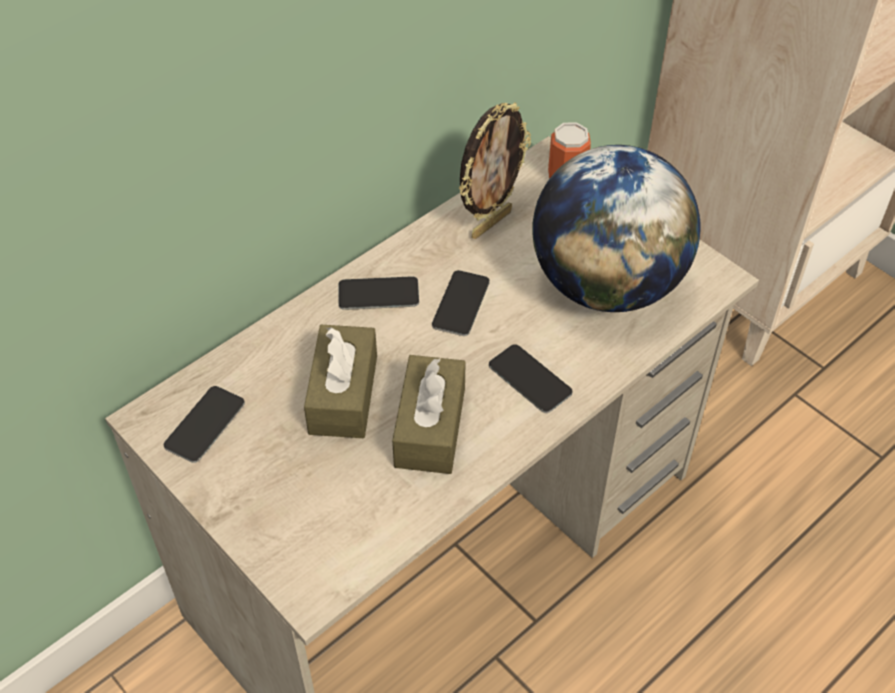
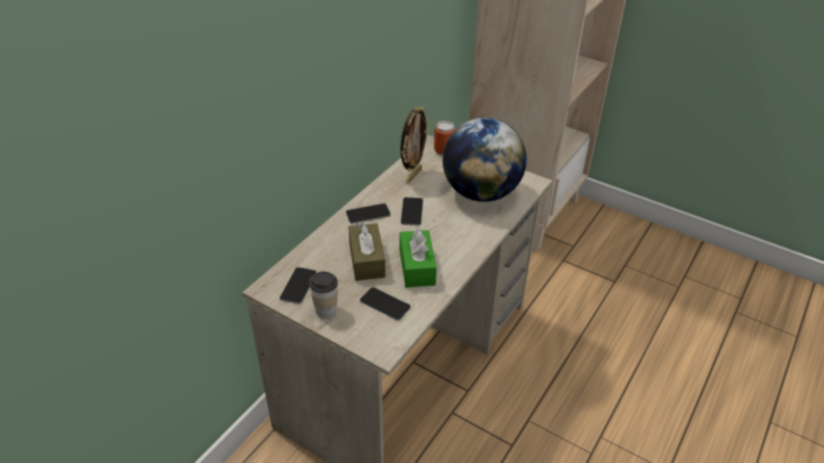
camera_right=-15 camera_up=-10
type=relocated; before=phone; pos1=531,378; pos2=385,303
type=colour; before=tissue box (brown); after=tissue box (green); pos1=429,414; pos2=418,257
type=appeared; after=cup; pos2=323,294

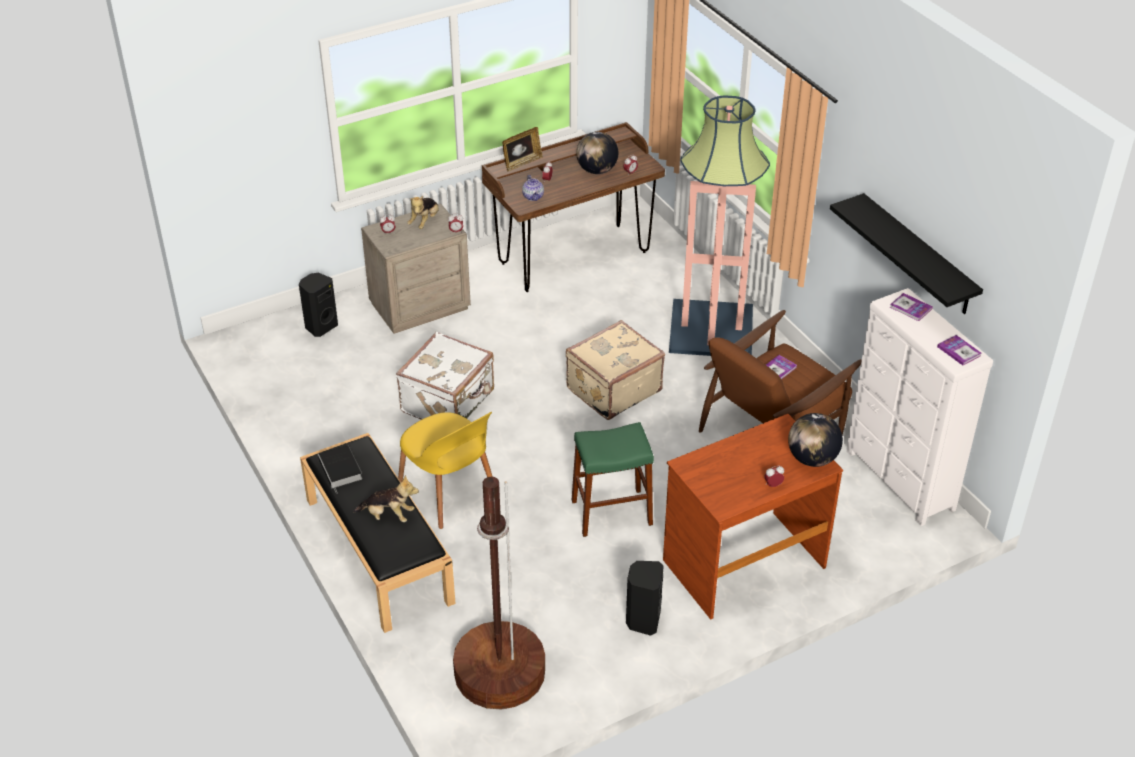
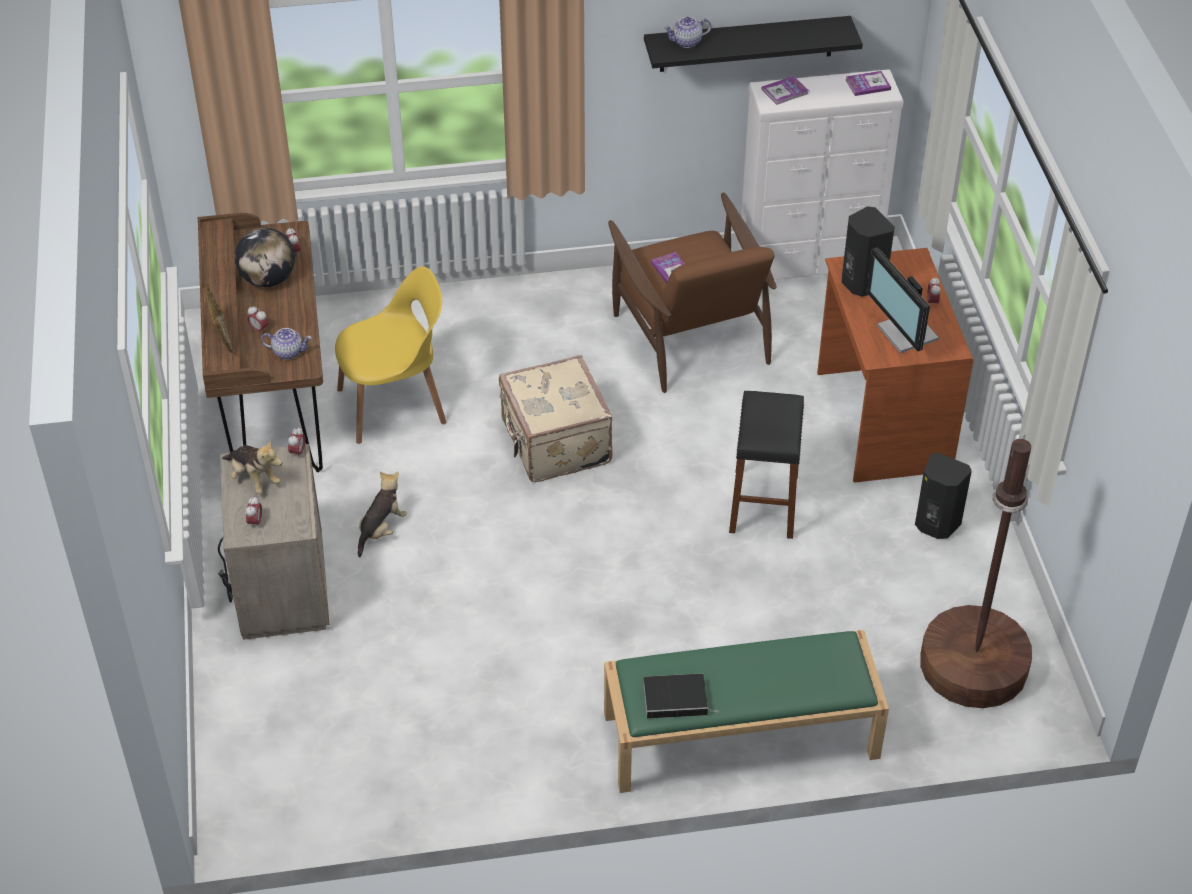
camera_right=-70 camera_up=5
type=missing; before=floor lamp; pos1=719,225
type=relocated; before=speaker (black); pos1=318,305; pos2=868,251
type=missing; before=suitcase (white); pos1=445,376
type=relocated; before=chair (yellow); pos1=445,470; pos2=390,355
type=missing; before=globe; pos1=815,440
type=colour; before=stool (green); after=stool (black); pos1=613,479; pos2=766,465
type=colour; before=bench (black); after=bench (green); pos1=377,533; pos2=746,711
type=relocated; before=plush toy; pos1=386,498; pos2=382,514
type=appeared; after=teapot; pos2=687,32
type=appeared; after=monitor; pos2=902,300

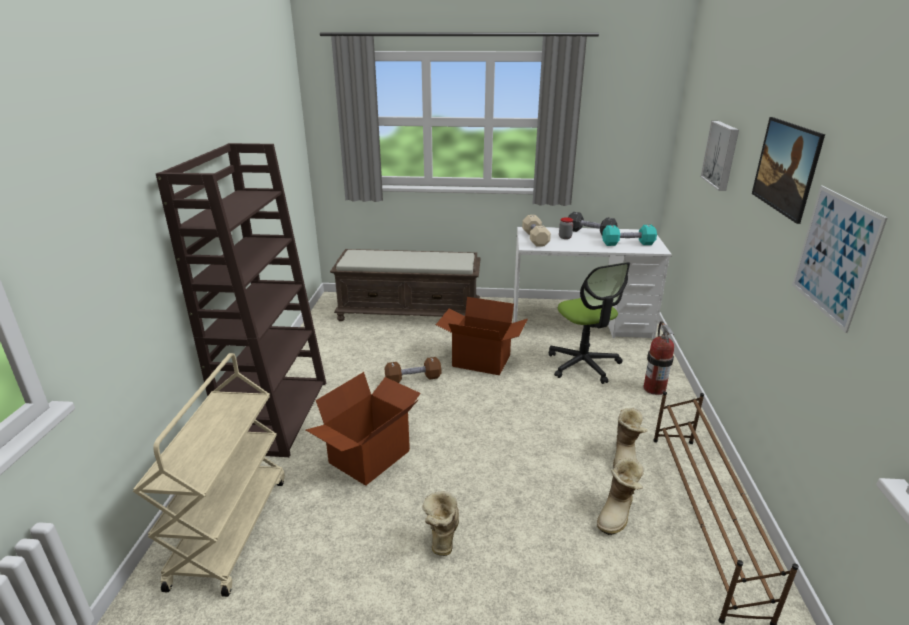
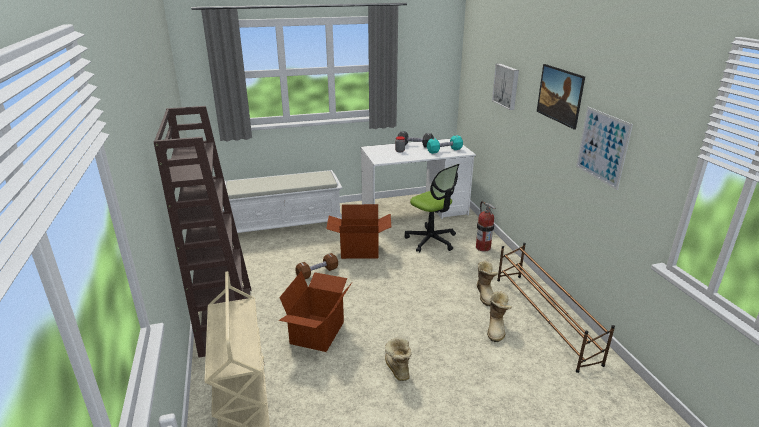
camera_right=-20 camera_up=0
type=missing; before=dumbbell (beige); pos1=536,231
type=colour; before=bench (brown); after=bench (white); pos1=405,285; pos2=283,201

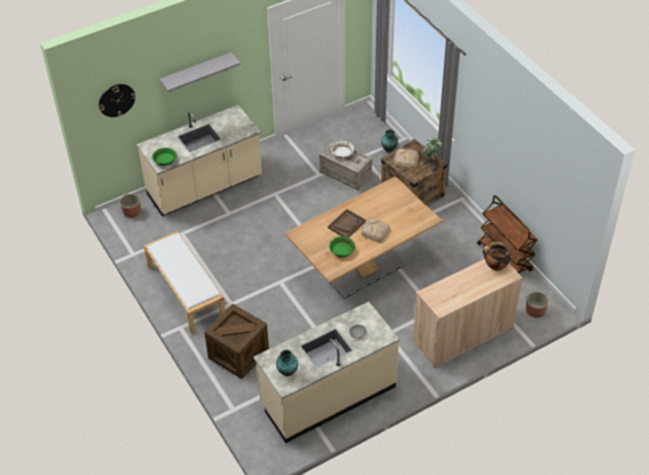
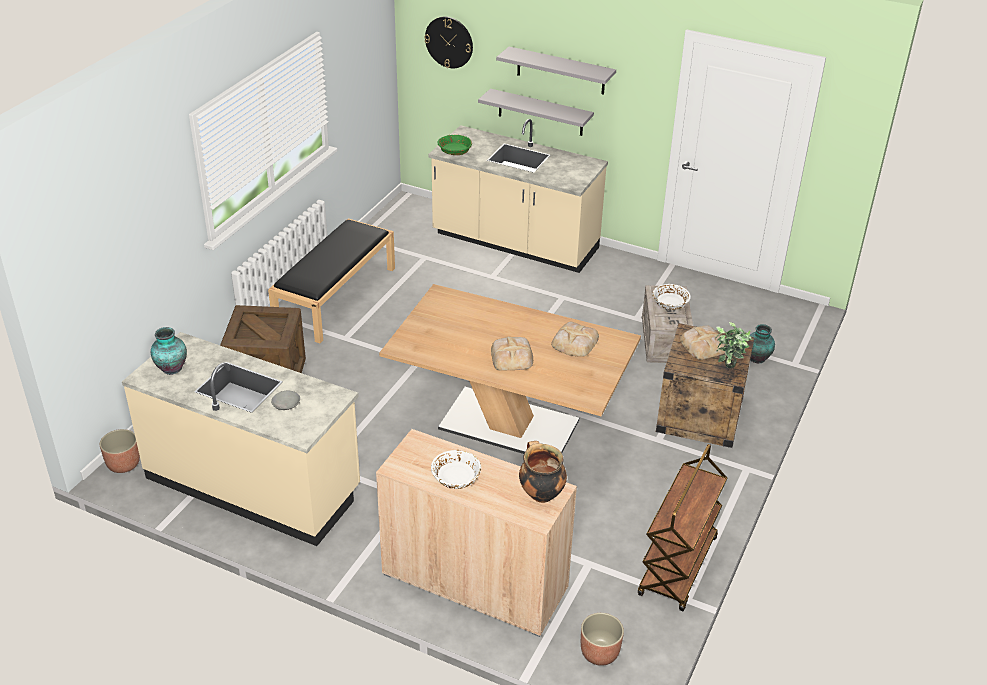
camera_right=55 camera_up=-10
type=relocated; before=planter; pos1=130,206; pos2=120,451
type=missing; before=tray (brown); pos1=347,223
type=colour; before=bench (white); after=bench (black); pos1=184,282; pos2=331,281
type=missing; before=bowl (green); pos1=342,246
type=appeared; after=shelf (grey); pos2=536,112
type=appeared; after=bread; pos2=575,339
type=appeared; after=bowl (white); pos2=456,469

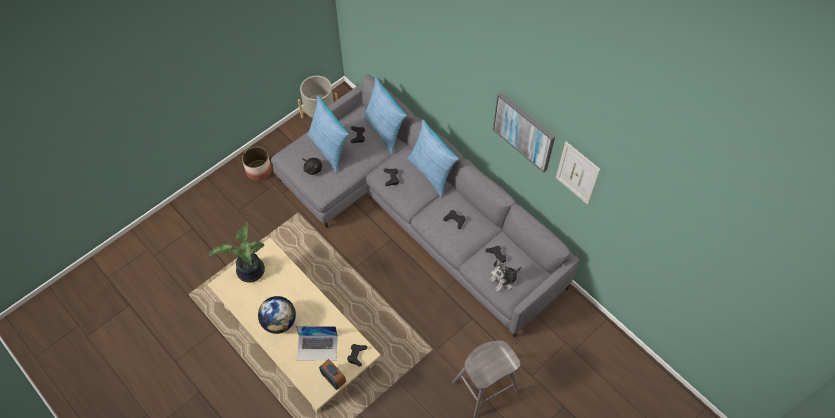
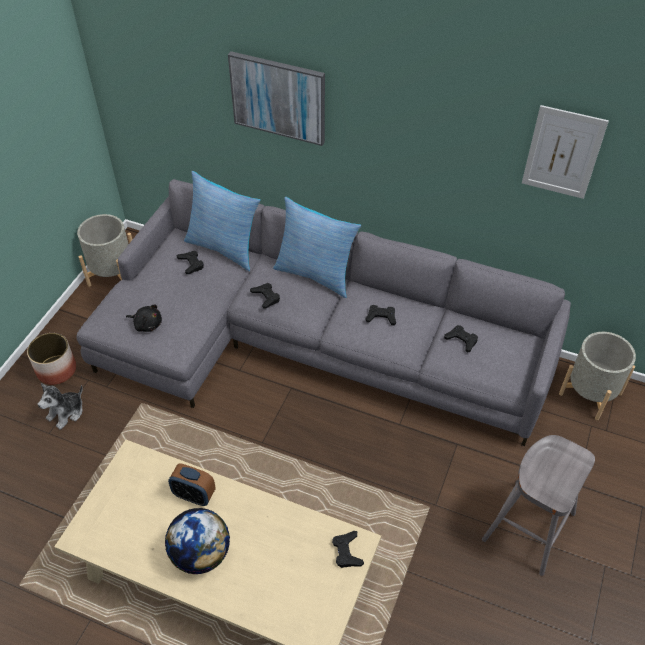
camera_right=-25 camera_up=-10
type=relocated; before=picture; pos1=524,133; pos2=276,98
type=missing; before=pillow; pos1=328,134
type=missing; before=potted plant; pos1=237,252
type=relocated; before=plush toy; pos1=505,275; pos2=60,406
type=missing; before=laptop; pos1=317,343
type=relocated; before=alarm clock; pos1=332,374; pos2=192,484
type=appeared; after=planter (grey); pos2=597,376

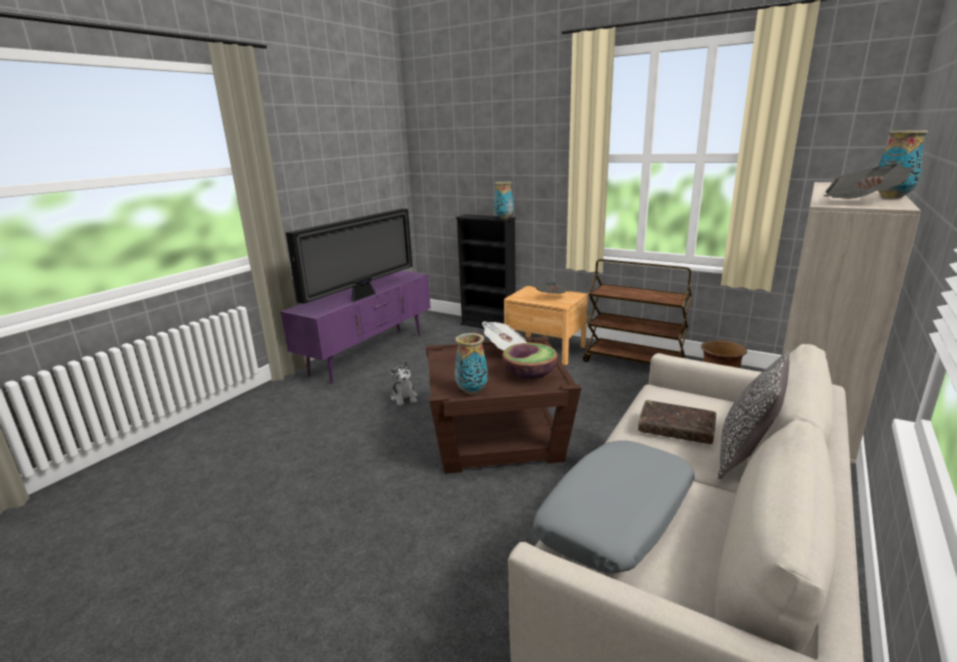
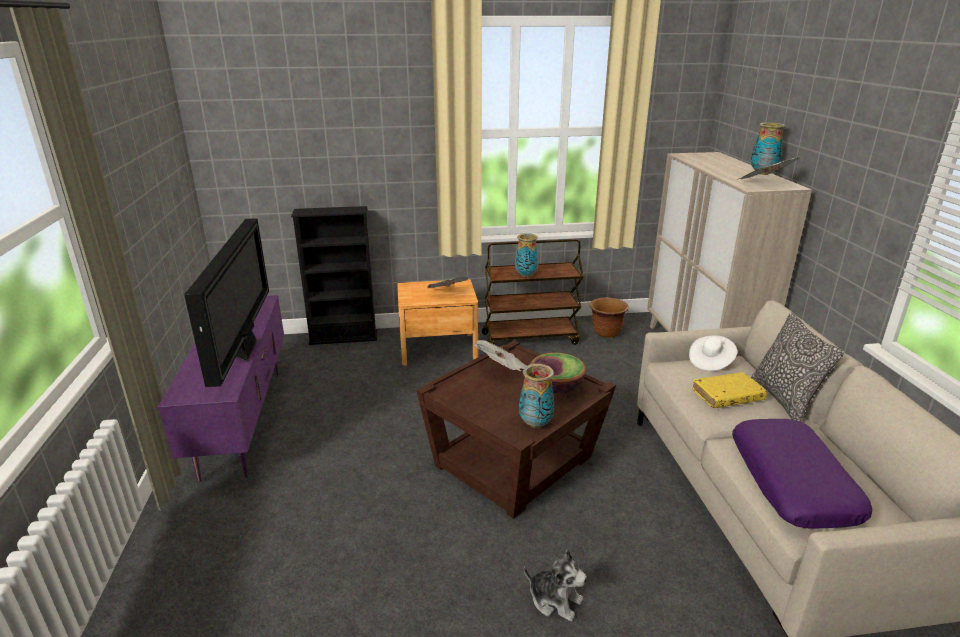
camera_right=-40 camera_up=5
type=relocated; before=vase; pos1=504,200; pos2=527,255
type=relocated; before=plush toy; pos1=403,383; pos2=555,585
type=colour; before=book (brown); after=book (yellow); pos1=677,422; pos2=729,390
type=colour; before=pillow (grey); after=pillow (purple); pos1=614,507; pos2=802,474
type=appeared; after=hat (white); pos2=713,353

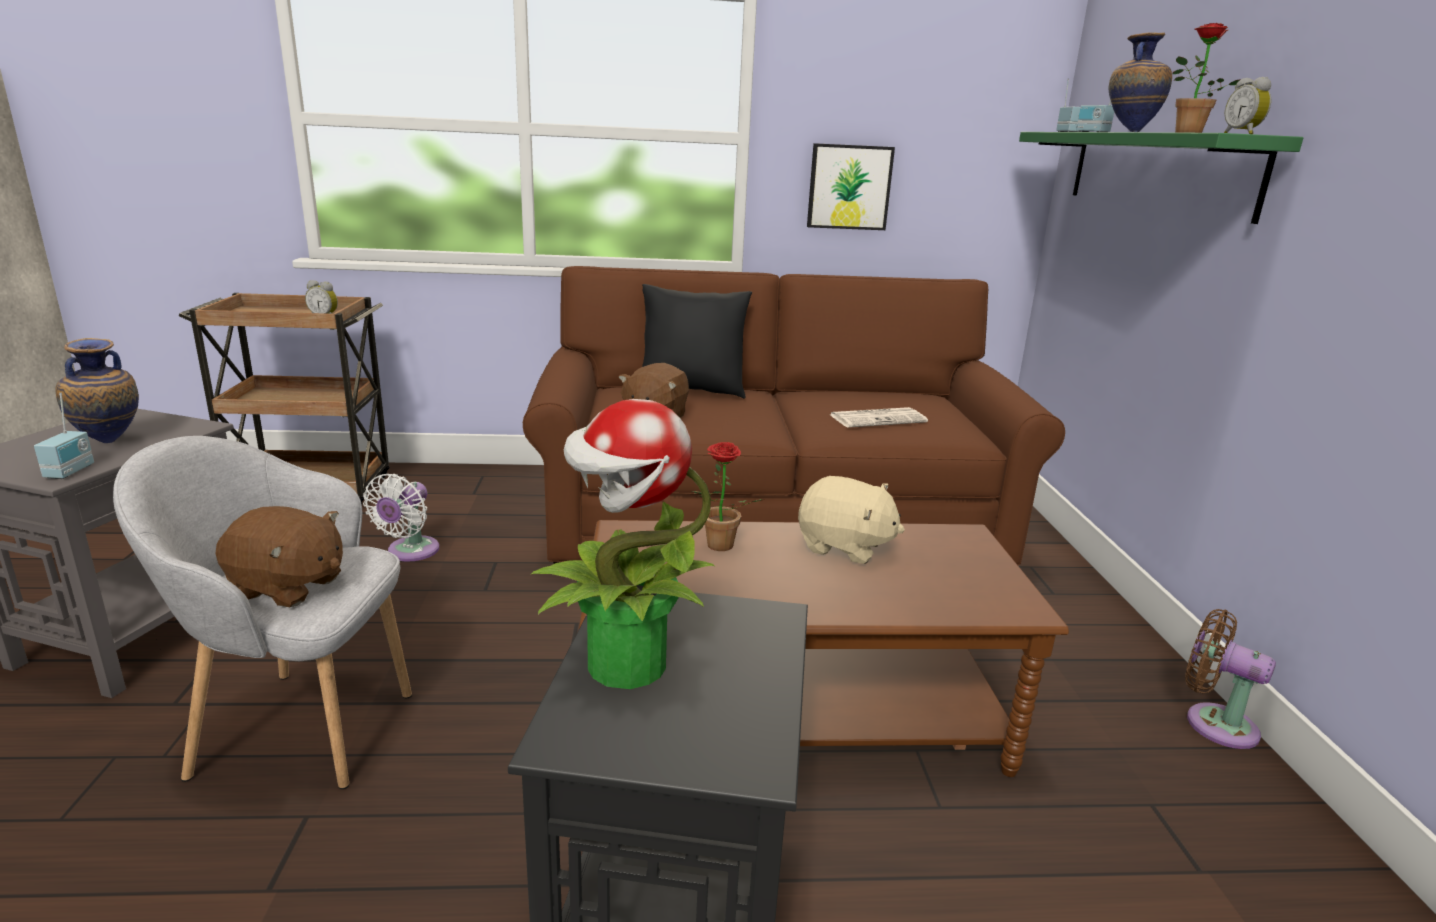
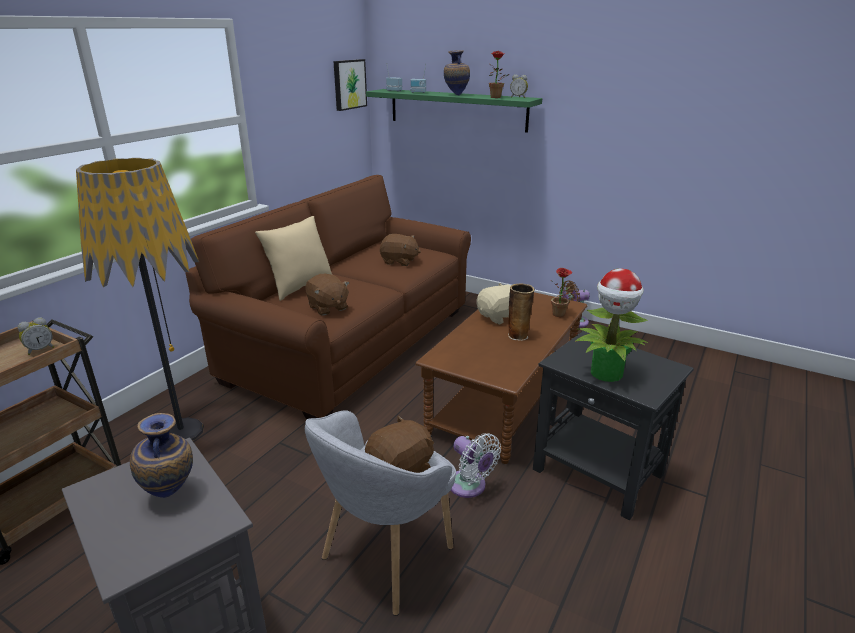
camera_right=-55 camera_up=5
type=relocated; before=picture; pos1=851,186; pos2=350,85
type=colour; before=pillow (black); after=pillow (beige); pos1=697,341; pos2=293,258
type=missing; before=radio; pos1=64,436
type=exchanged; before=newspaper; after=plush toy (brown); pos1=878,417; pos2=400,250
type=relocated; before=potted plant; pos1=727,496; pos2=561,292
type=relocated; before=fan (white); pos1=401,518; pos2=475,465
type=appeared; after=floor lamp; pos2=140,299
type=appeared; after=vase; pos2=521,312

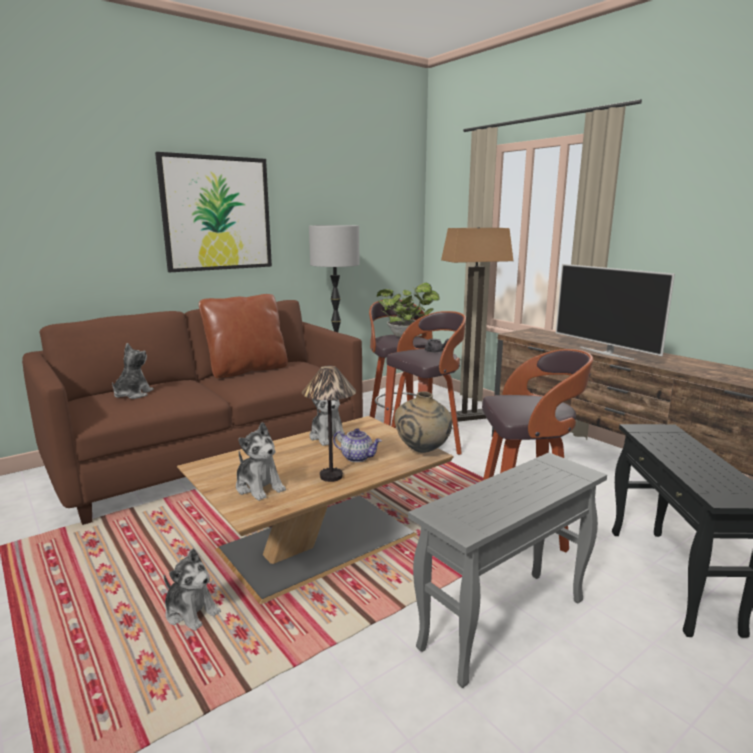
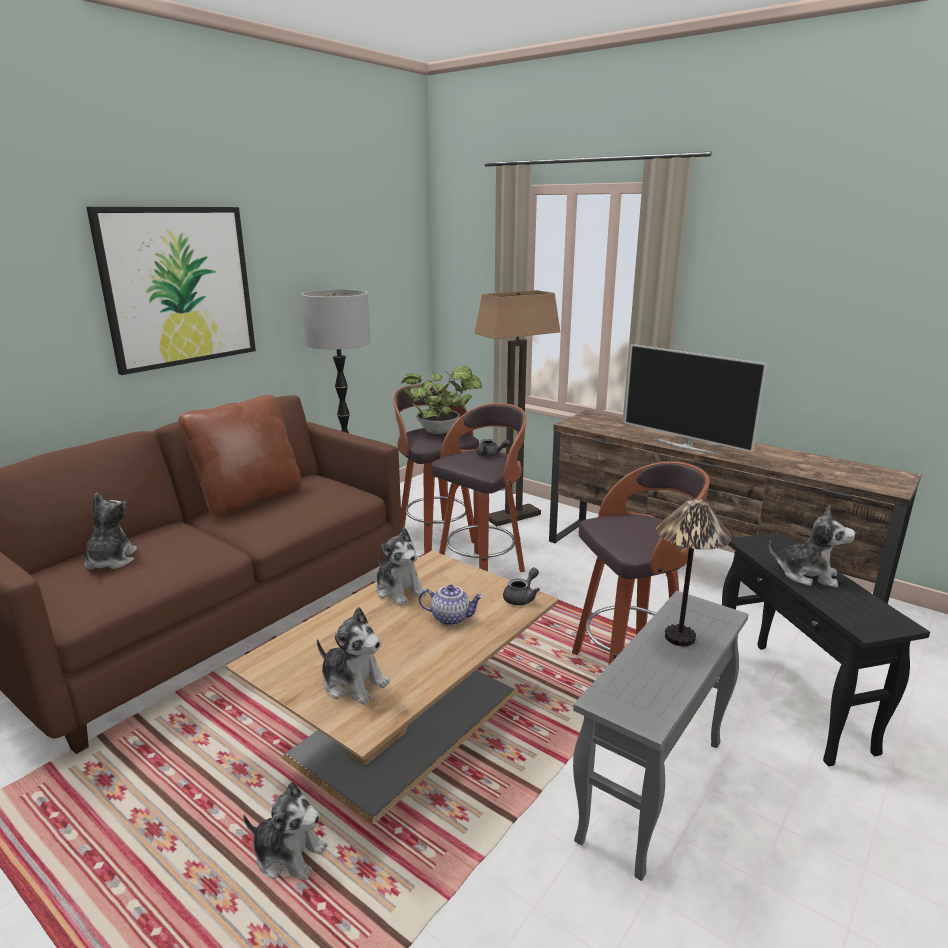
camera_right=-15 camera_up=5
type=relocated; before=table lamp; pos1=329,424; pos2=694,572
type=exchanged; before=vase (beige); after=teapot (grey); pos1=423,422; pos2=521,586
type=appeared; after=plush toy; pos2=812,547

